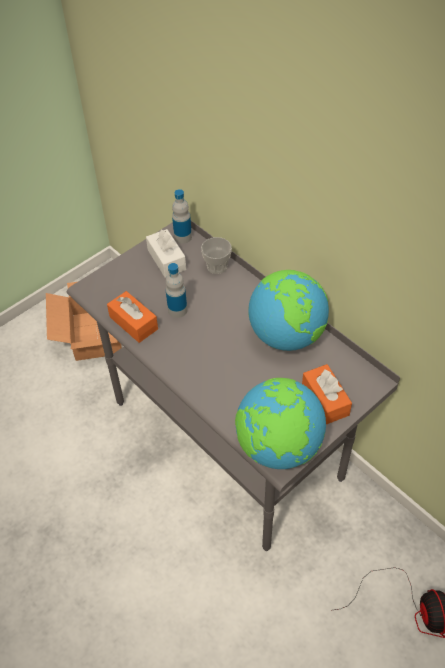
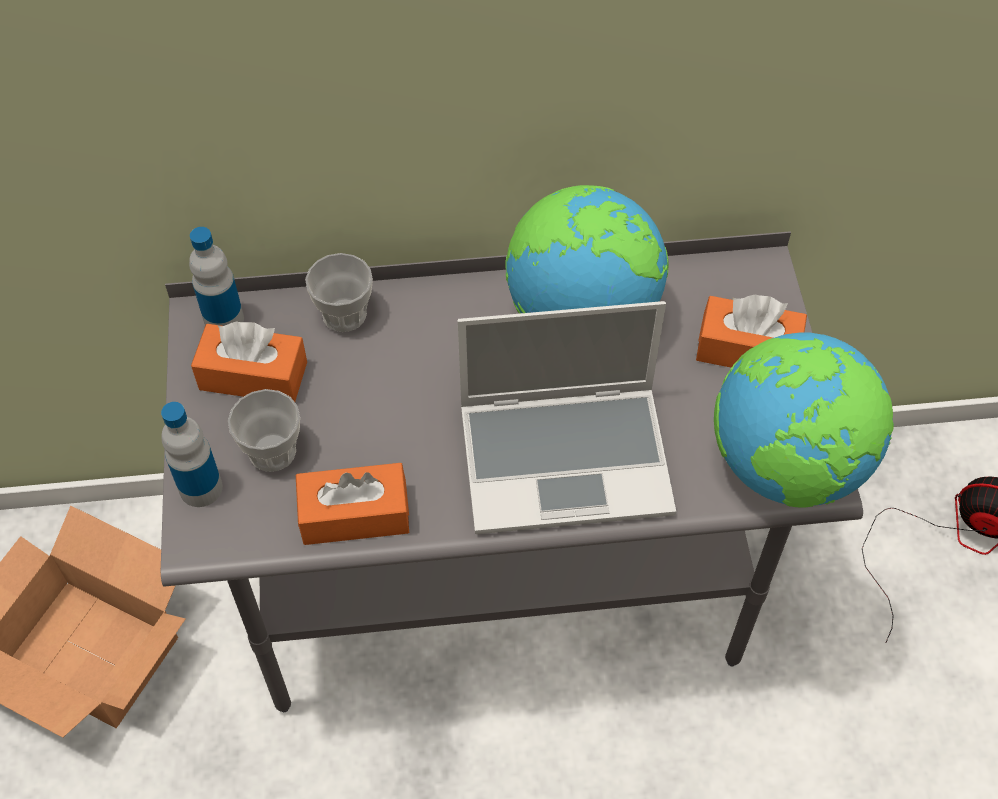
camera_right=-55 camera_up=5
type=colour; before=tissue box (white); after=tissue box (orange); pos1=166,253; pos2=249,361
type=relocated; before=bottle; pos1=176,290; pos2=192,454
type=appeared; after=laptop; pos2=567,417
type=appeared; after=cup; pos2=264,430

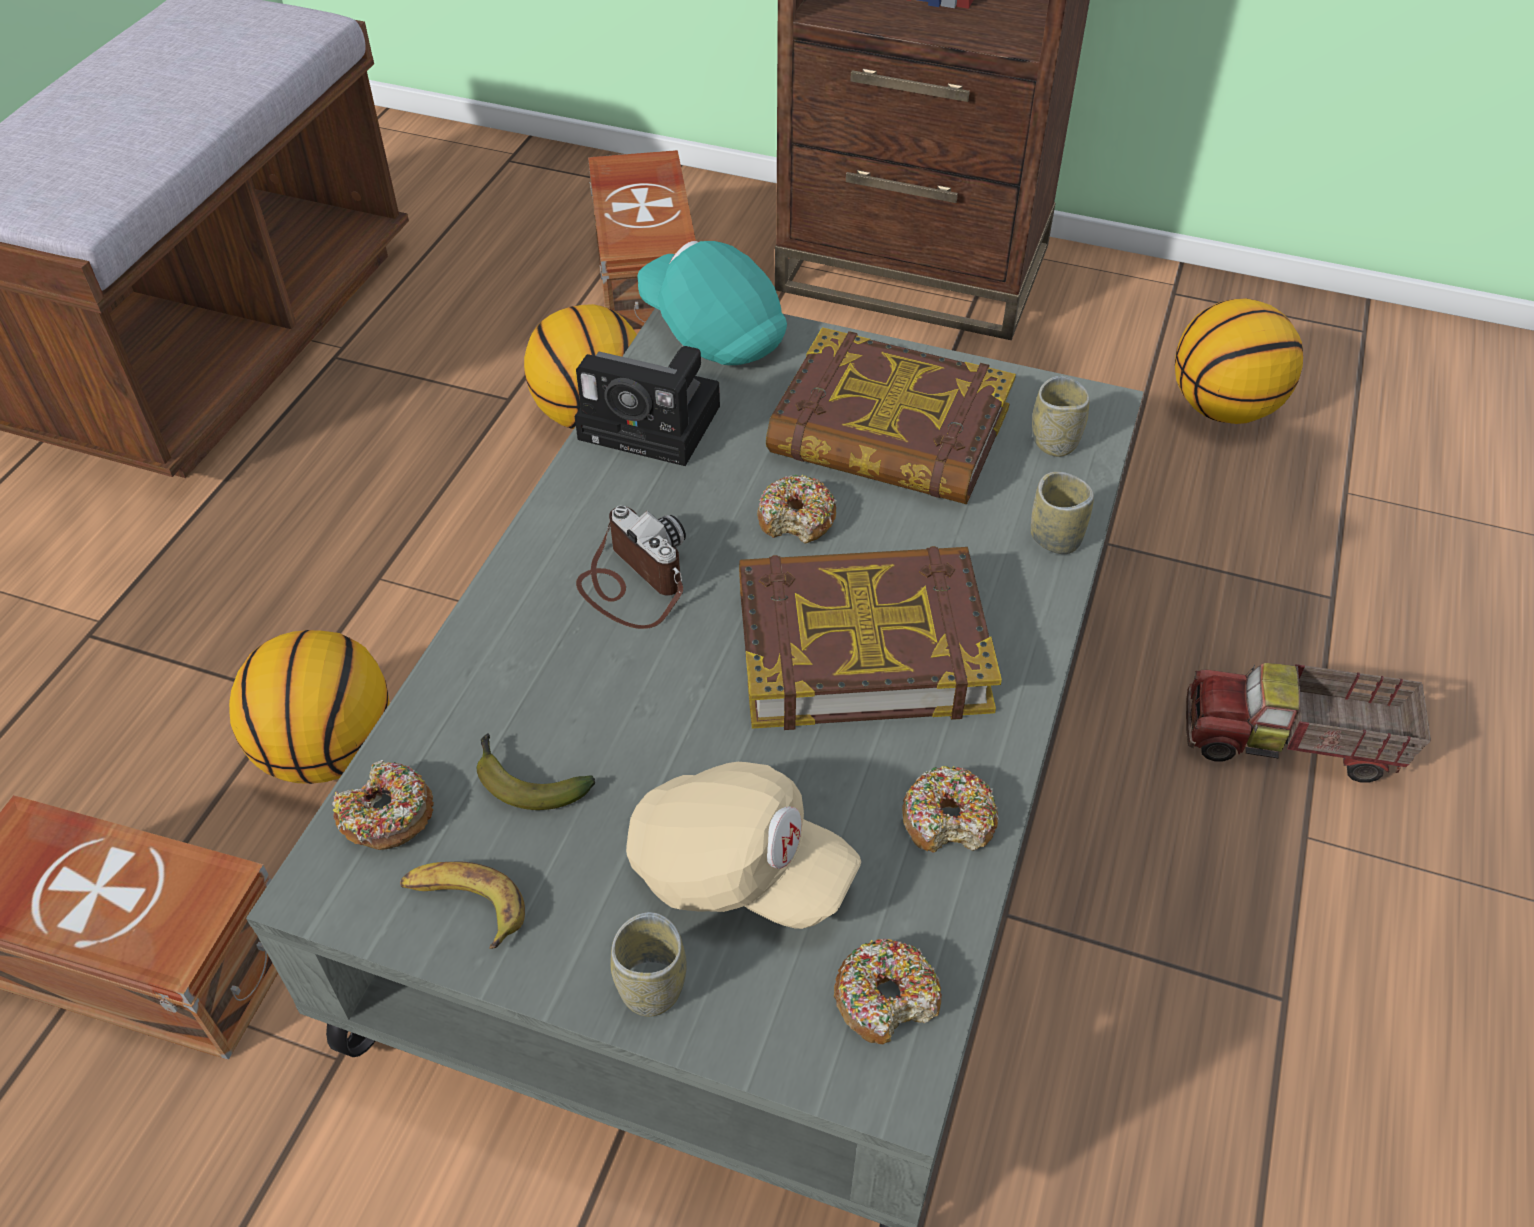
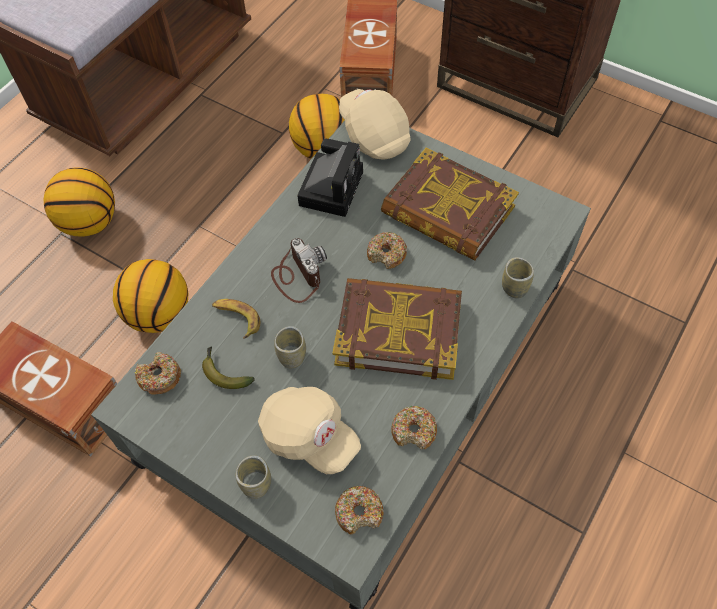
camera_right=15 camera_up=10
type=colour; before=cap (turquoise); after=cap (beige); pos1=712,303; pos2=374,124
type=relocated; before=basketball; pos1=1239,361; pos2=79,202
type=spun; before=photo camera; pos1=647,406; pos2=330,178; turn=-105
type=relocated; before=cup; pos1=1060,416; pos2=290,347
type=missing; before=toy truck; pos1=1308,722
type=relocated; before=banana; pos1=462,905; pos2=236,318

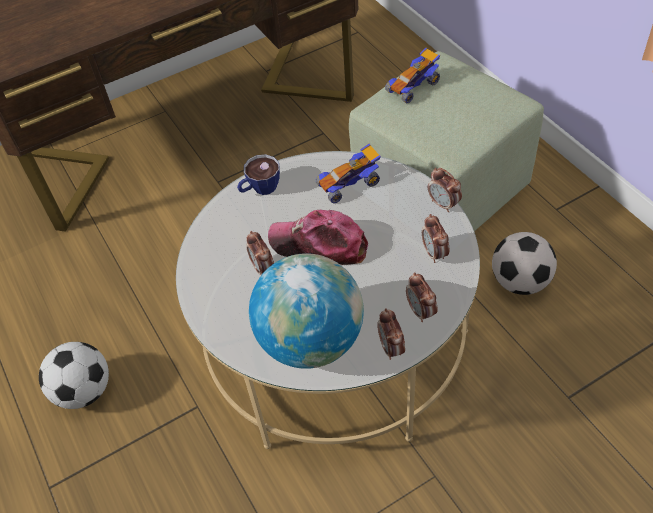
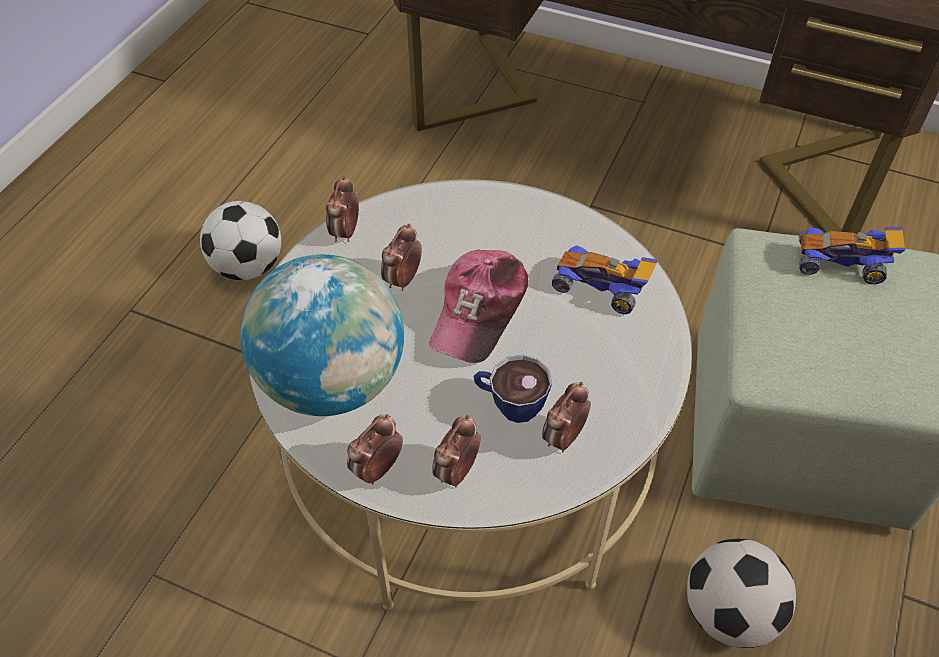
camera_right=50 camera_up=0
type=relocated; before=cup; pos1=258,174; pos2=513,389
type=relocated; before=alarm clock; pos1=445,190; pos2=342,209
type=spun; before=cap; pos1=318,237; pos2=478,306; turn=-135

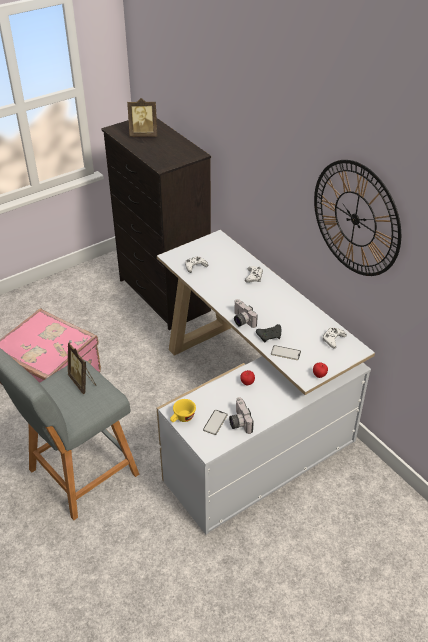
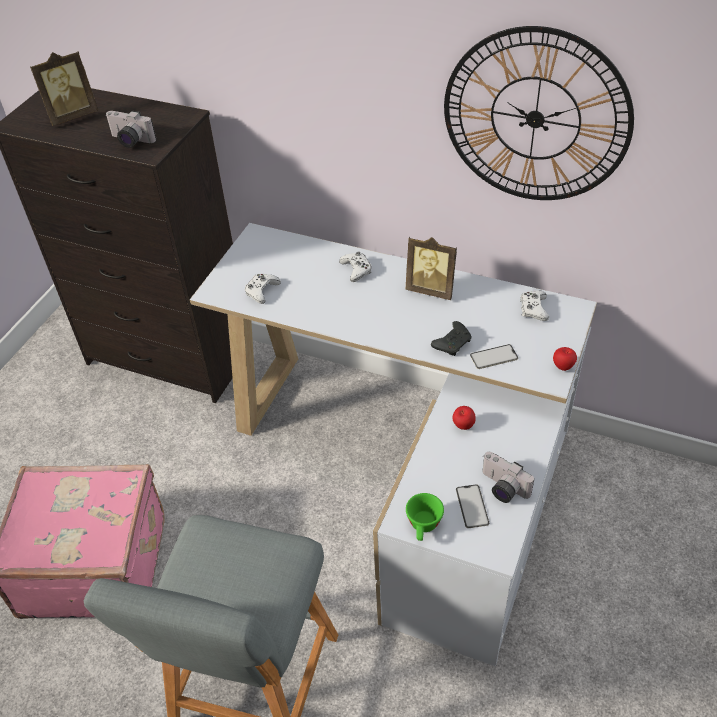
camera_right=-30 camera_up=5
type=relocated; before=photo camera; pos1=246,313; pos2=130,129
type=relocated; before=picture frame; pos1=82,368; pos2=431,268
type=colour; before=cup (yellow); after=cup (green); pos1=183,410; pos2=425,517

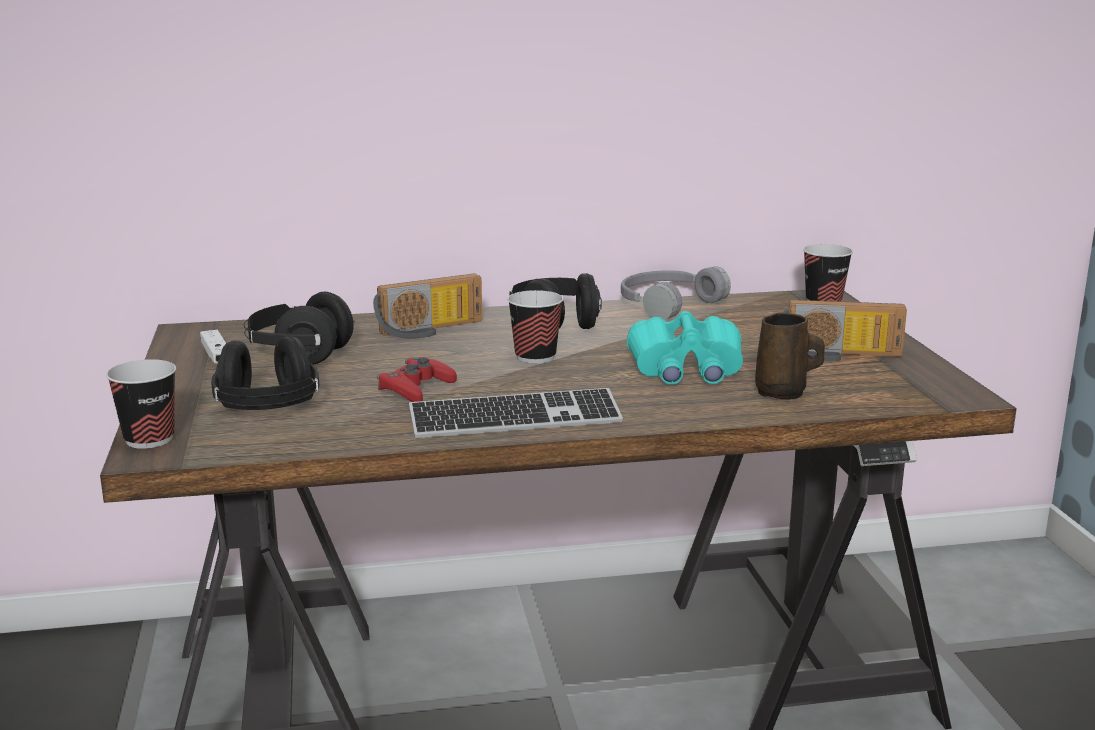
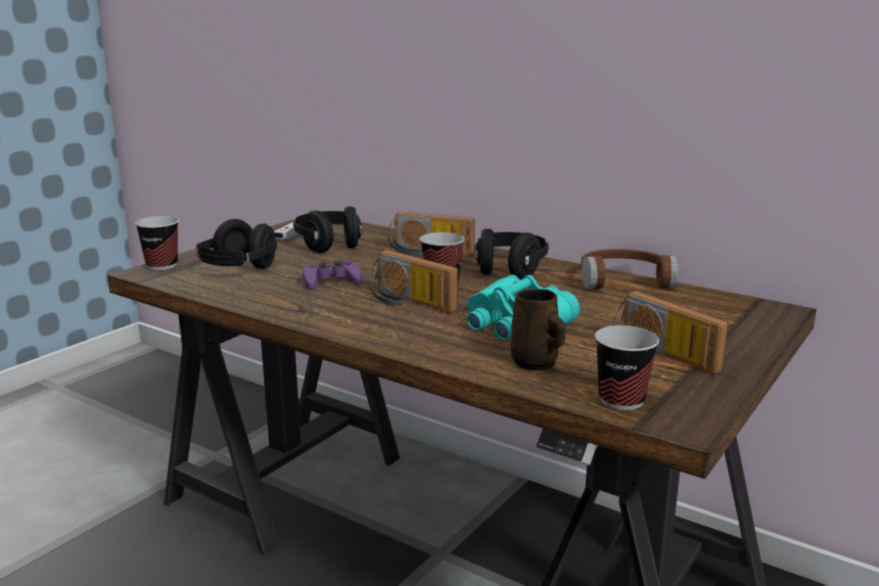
camera_right=45 camera_up=0
type=relocated; before=cup; pos1=828,273; pos2=627,367
type=colour; before=headphones (grey); after=headphones (brown); pos1=676,293; pos2=629,269
type=colour; before=game controller (red); after=game controller (purple); pos1=417,379; pos2=332,275
type=missing; before=keyboard; pos1=516,413
type=appeared; after=radio; pos2=413,281

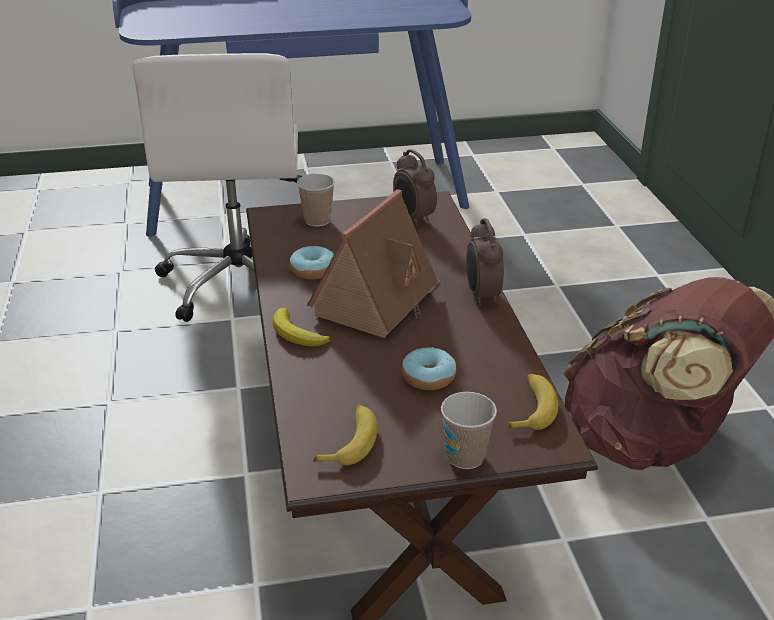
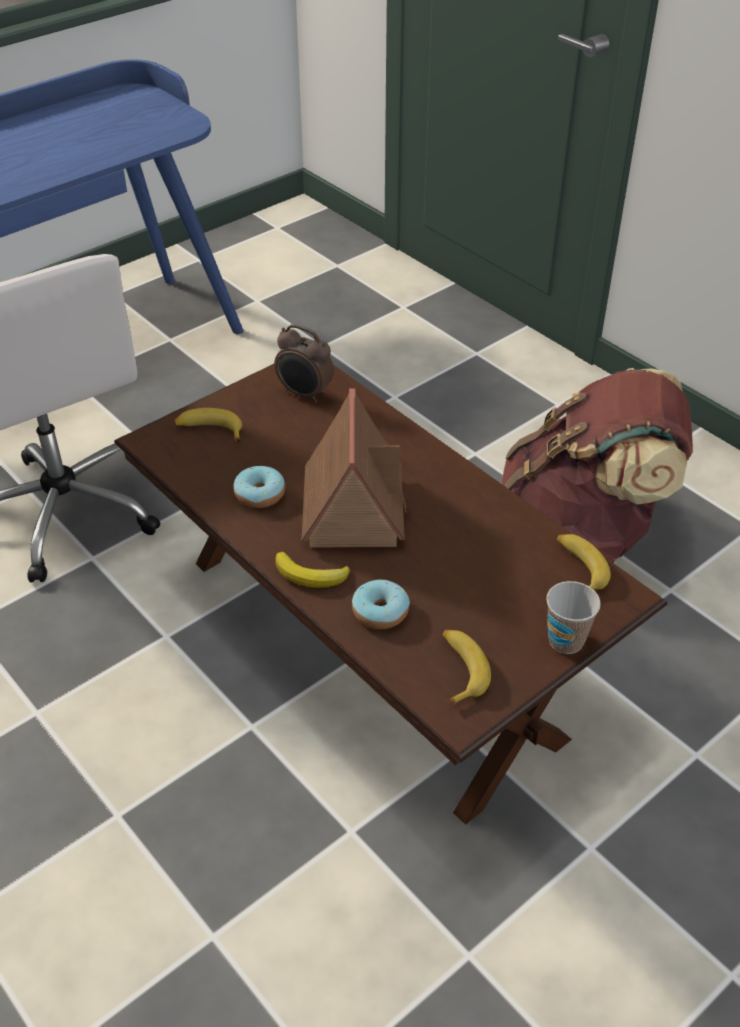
camera_right=-30 camera_up=10
type=exchanged; before=cup; after=banana; pos1=316,200; pos2=208,425
type=missing; before=alarm clock; pos1=485,262
type=relocated; before=donut; pos1=429,368; pos2=381,604

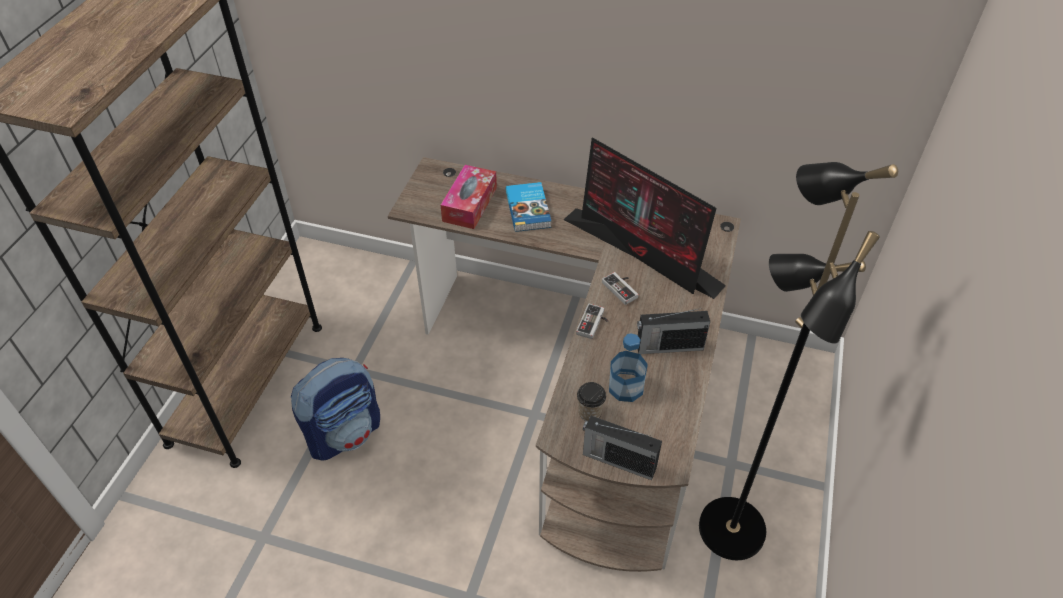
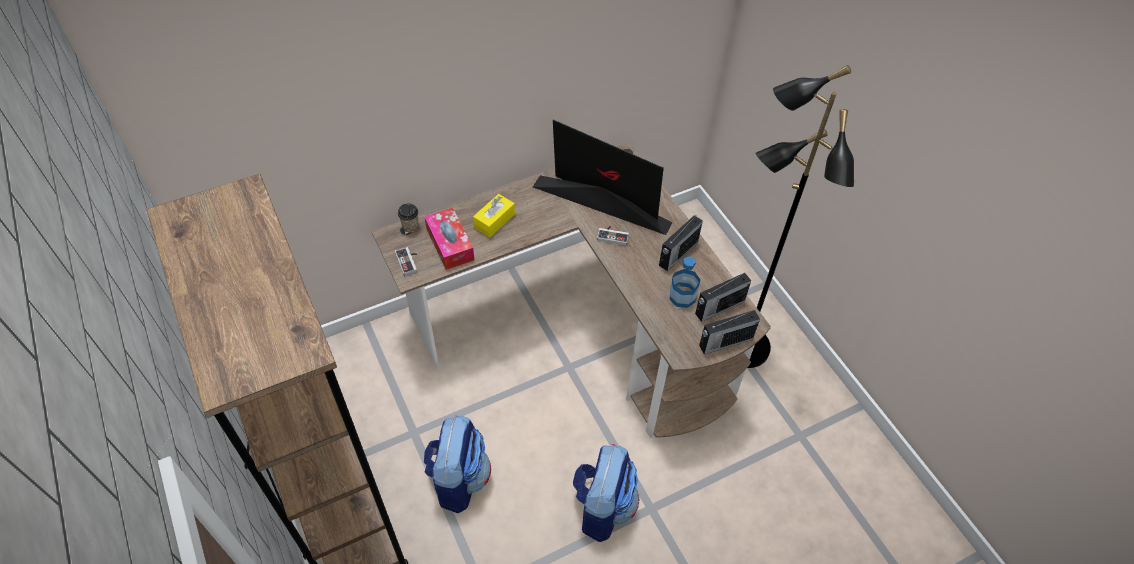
camera_right=-45 camera_up=5
type=spun; before=monitor; pos1=644,218; pos2=602,177; turn=-150
type=exchanged; before=book; after=tissue box (yellow); pos1=528,207; pos2=494,215
type=relocated; before=game controller; pos1=592,321; pos2=406,261
type=relocated; before=cup; pos1=591,401; pos2=408,218
type=appeared; after=radio; pos2=723,297
type=appeared; after=backpack; pos2=606,493

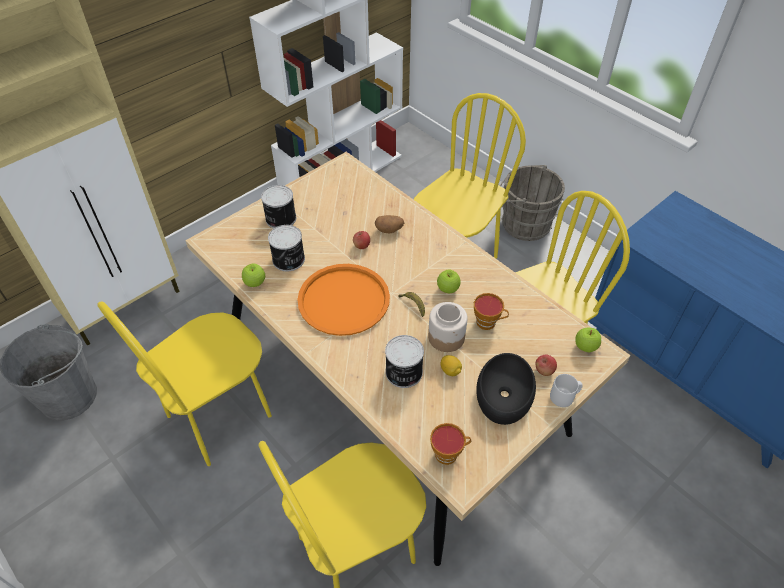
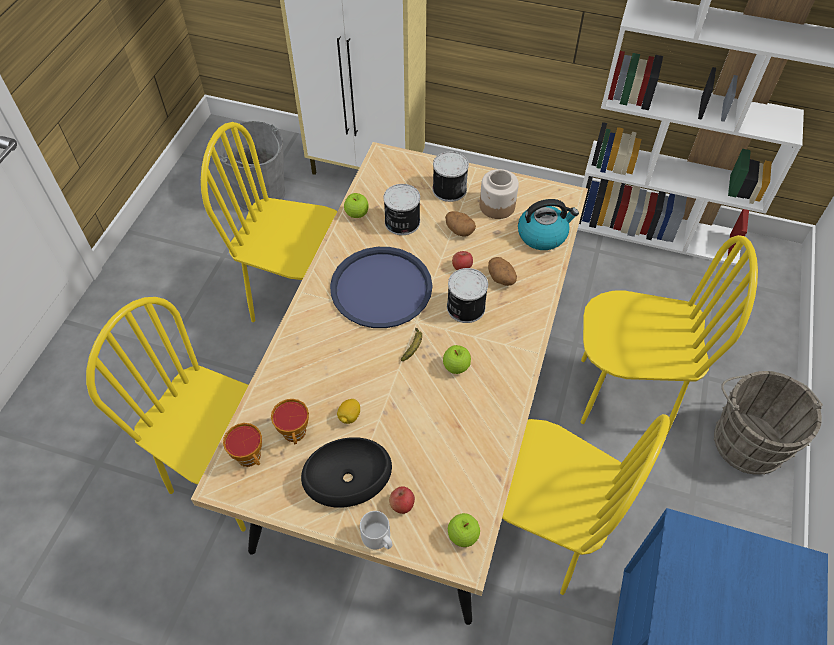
camera_right=60 camera_up=5
type=colour; before=tray (orange); after=tray (blue); pos1=343,300; pos2=381,287
type=relocated; before=cup; pos1=491,311; pos2=290,421
type=relocated; before=jar; pos1=448,327; pos2=499,194
type=relocated; before=can; pos1=404,361; pos2=467,295
type=appeared; after=kettle; pos2=548,224
type=appeared; after=potato; pos2=460,224

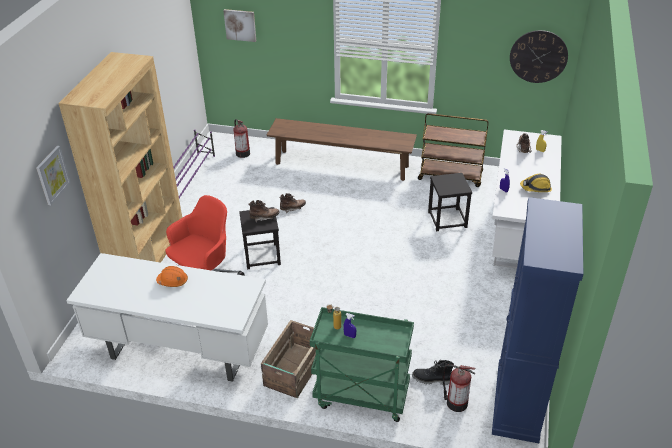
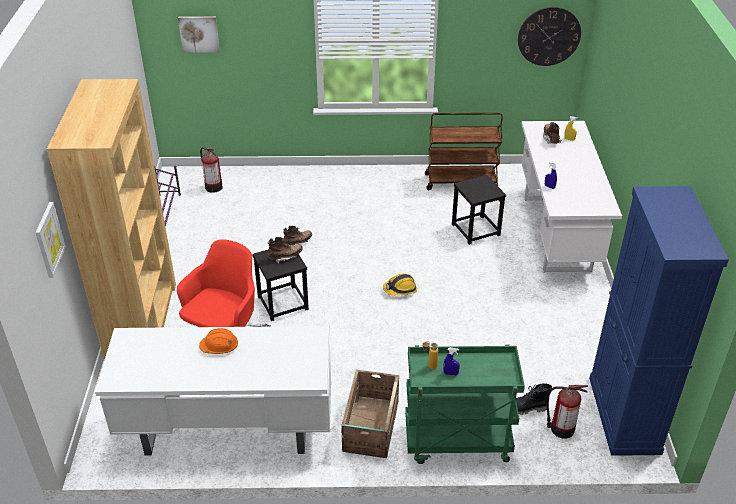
camera_right=-15 camera_up=0
type=missing; before=bench (brown); pos1=342,149
type=relocated; before=hard hat; pos1=536,183; pos2=400,284

